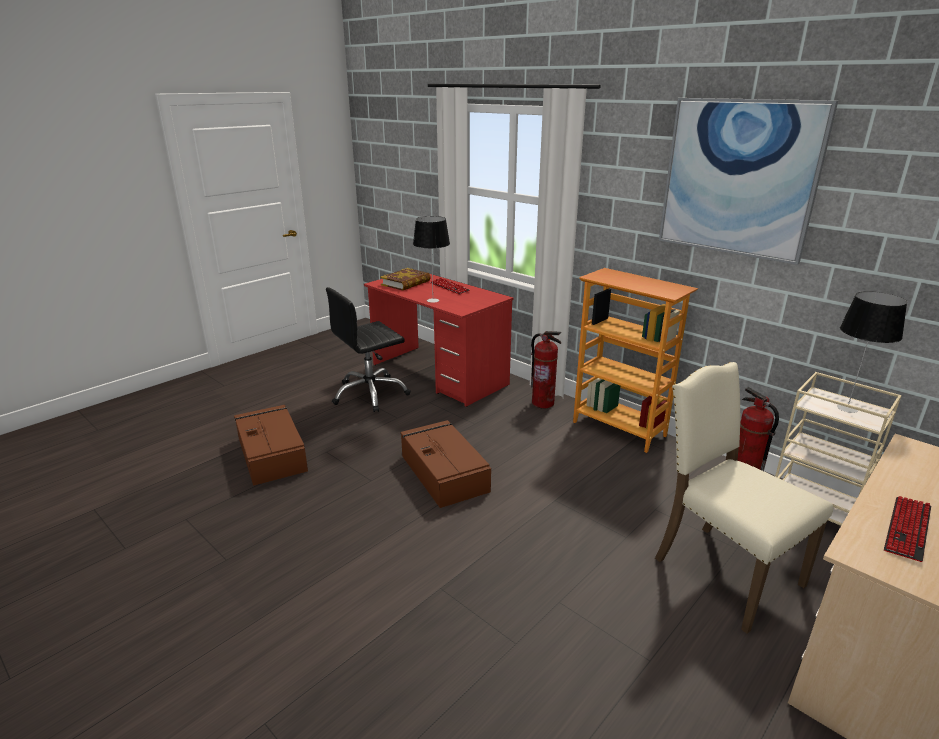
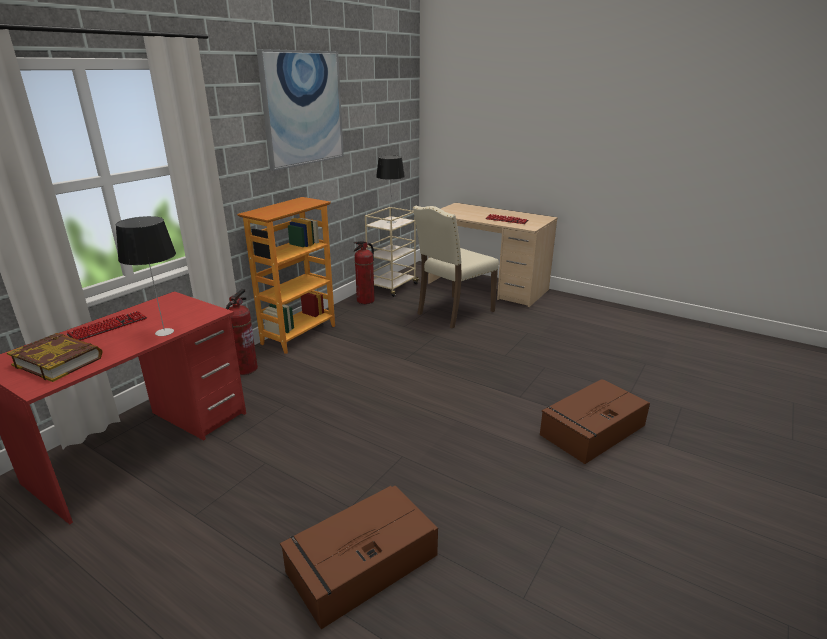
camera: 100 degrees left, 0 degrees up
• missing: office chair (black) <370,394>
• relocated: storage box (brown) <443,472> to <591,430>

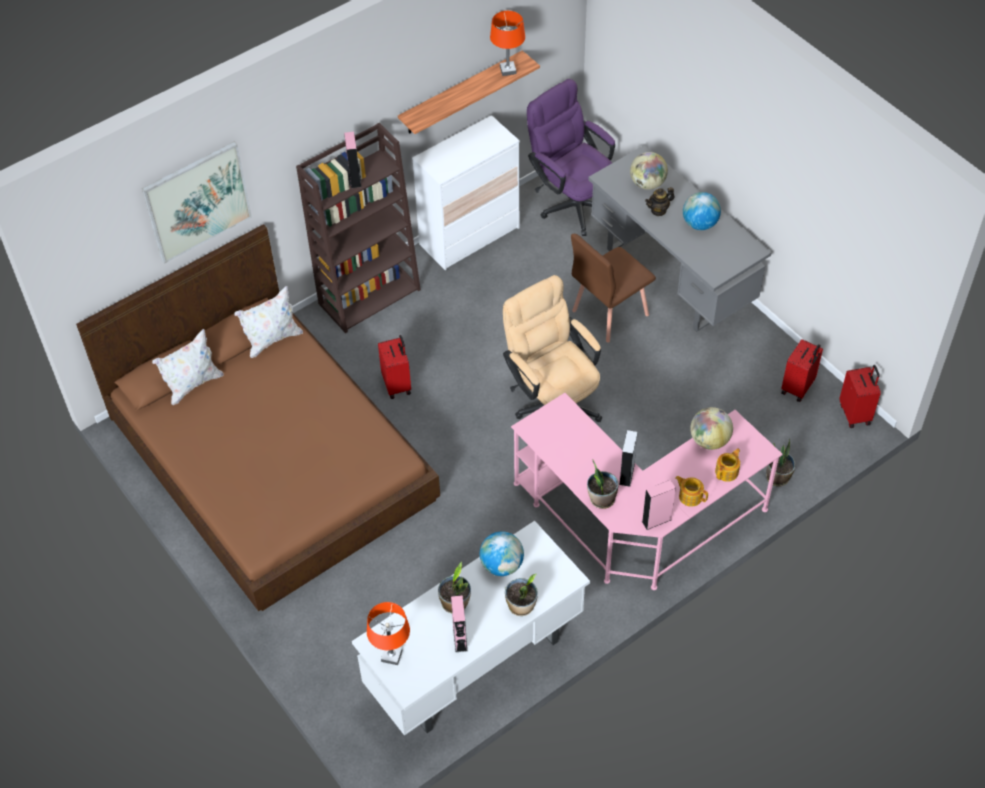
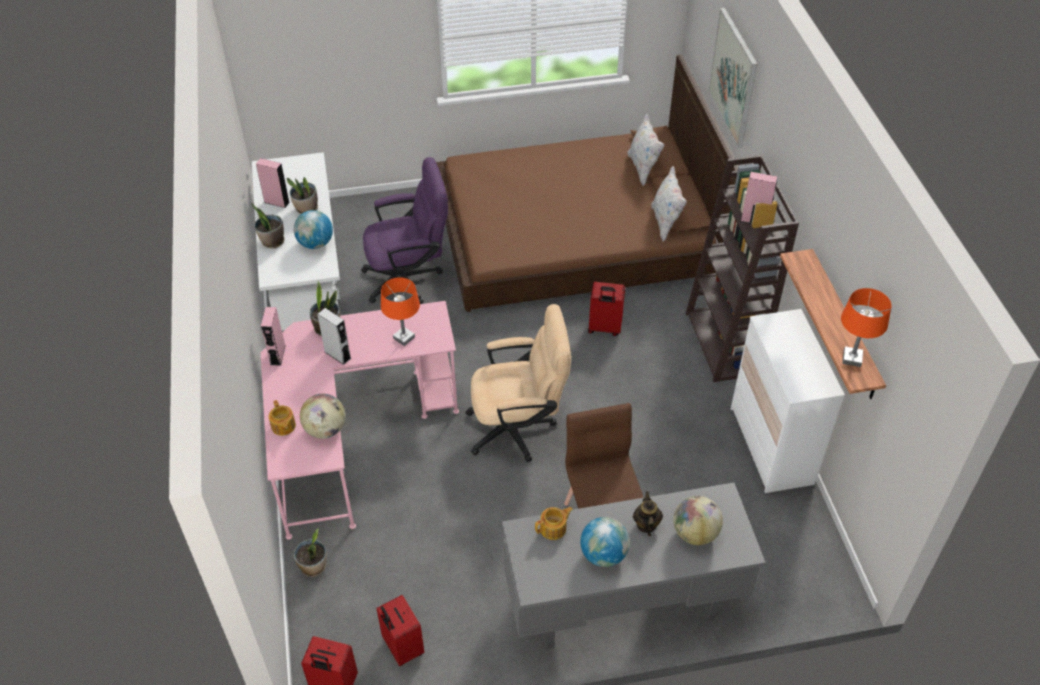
camera: 115 degrees right, 5 degrees down
• relocated: table lamp (orange) <391,655> to <404,338>
• relocated: office chair (purple) <572,201> to <409,279>
• relocated: teapot <690,496> to <553,529>

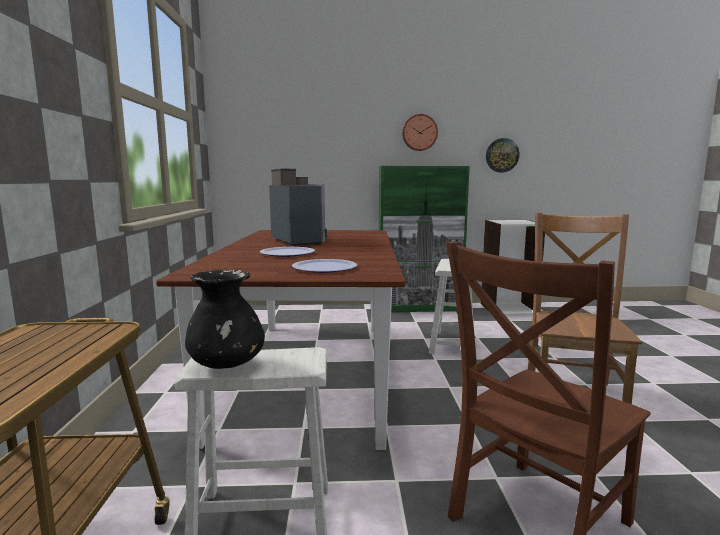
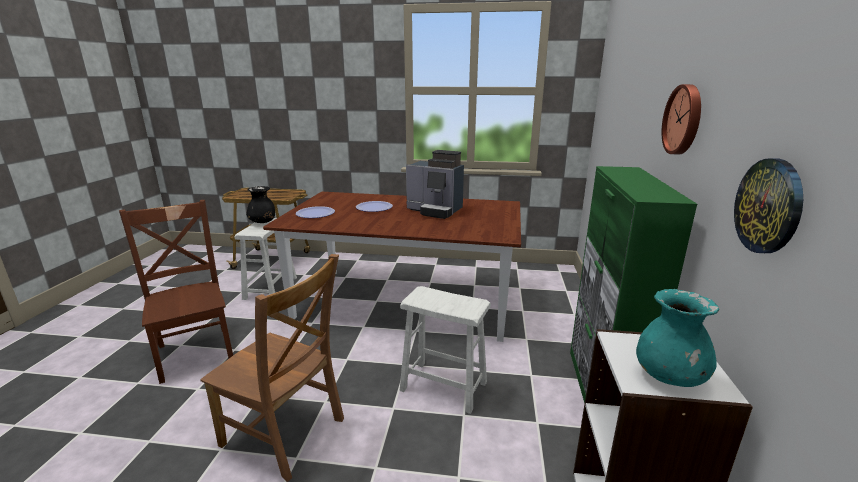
camera: 100 degrees right, 10 degrees up
• spun: coffee machine <300,240> = <435,211> 45 degrees clockwise
• appeared: vase (turquoise) <669,377>

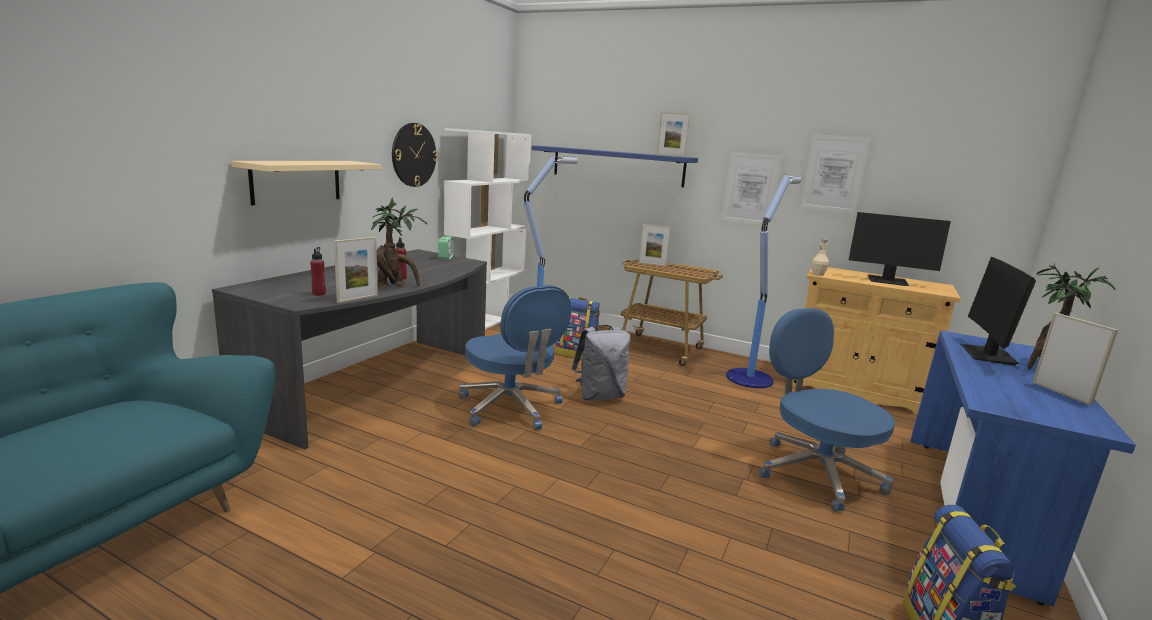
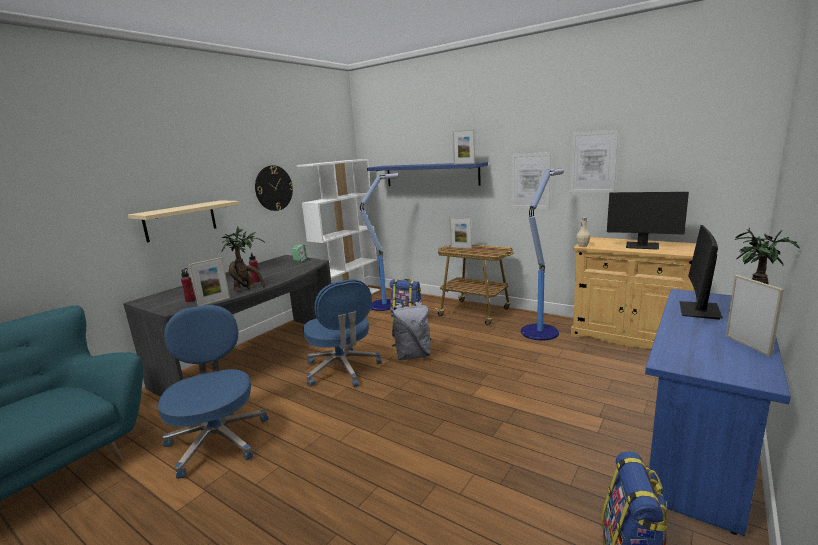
camera: 10 degrees right, 0 degrees up
• relocated: office chair (blue) <815,472> to <218,440>

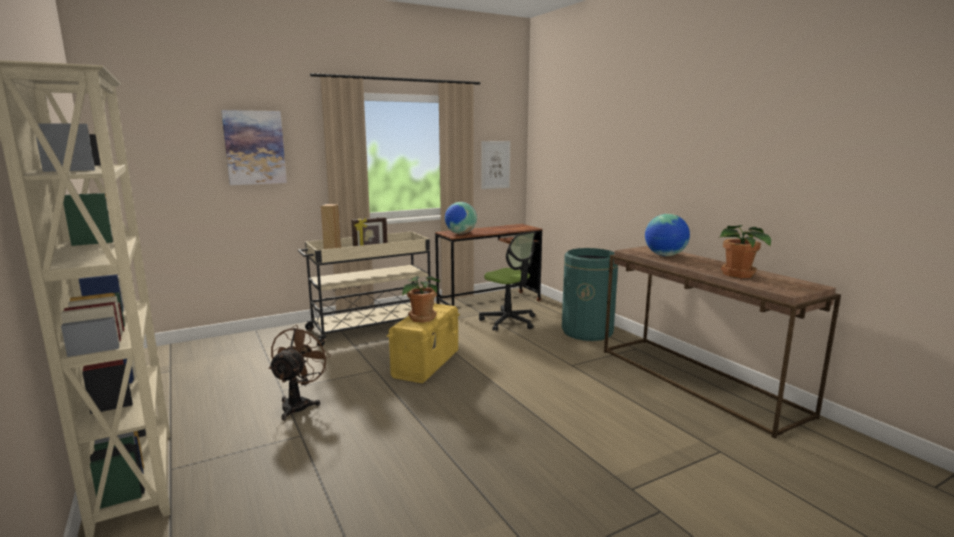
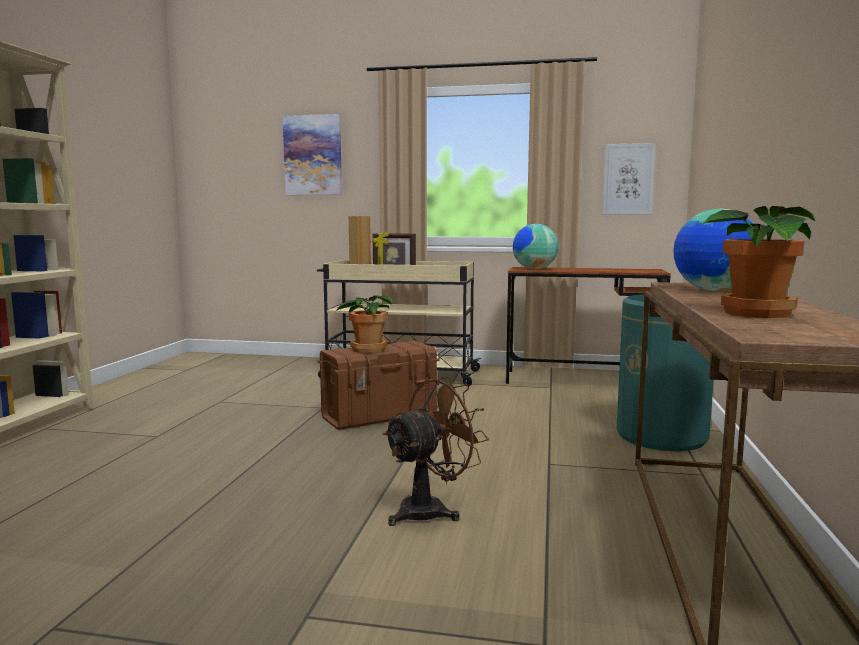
camera: 40 degrees right, 5 degrees down
• relocated: fan (brown) <299,404> to <431,510>
• colour: storage box (yellow) <426,364> to storage box (brown) <380,416>
• missing: office chair <508,321>

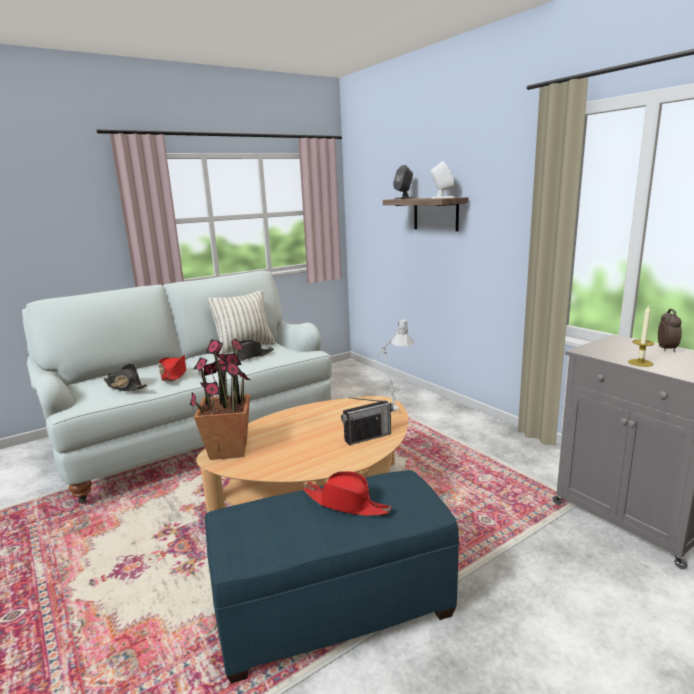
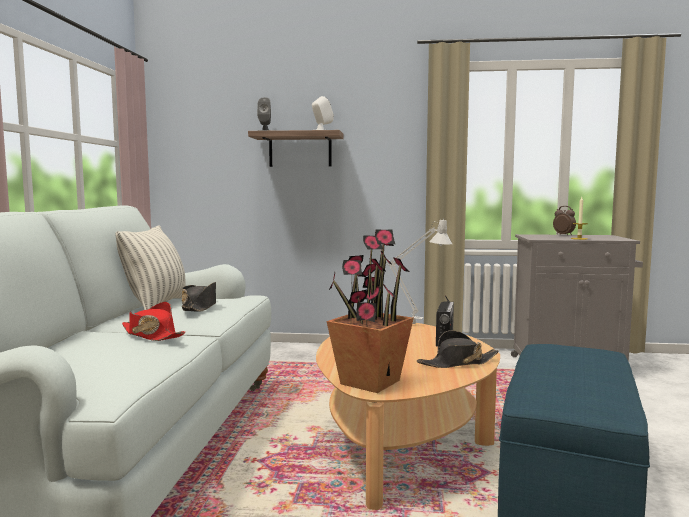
camera: 50 degrees left, 10 degrees down
• relocated: hat (black) <125,386> to <458,363>
• missing: hat (red) <346,504>

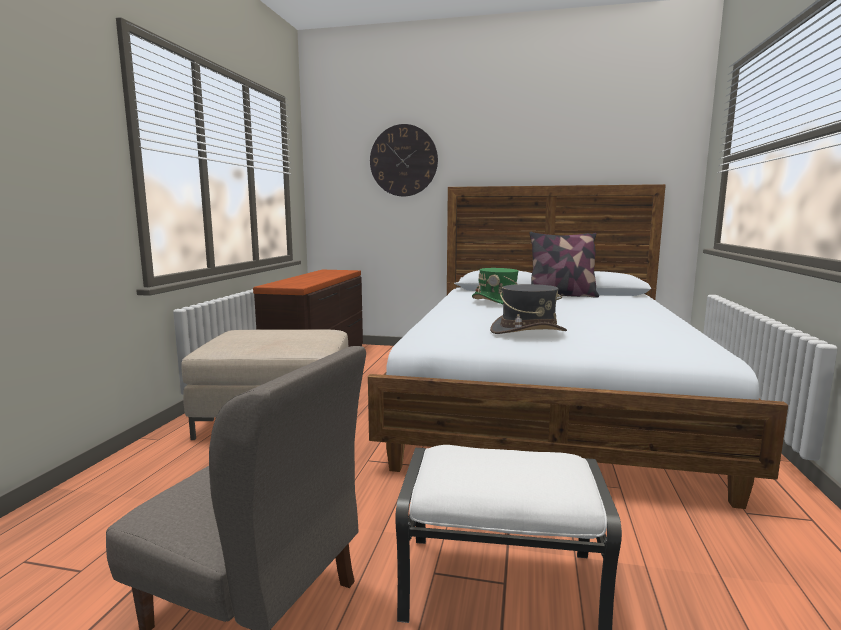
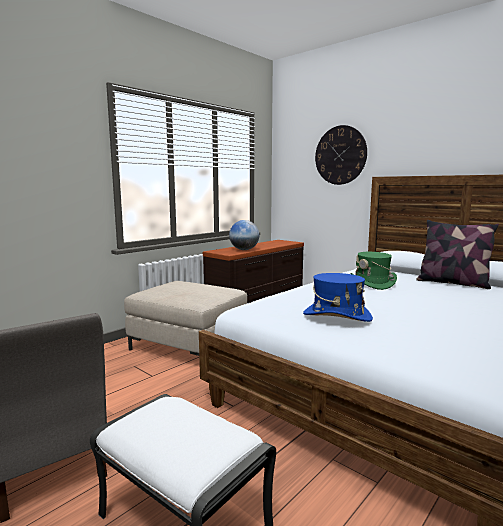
camera: 30 degrees right, 0 degrees up
• colour: hat (grey) <528,331> to hat (blue) <337,316>
• appeared: globe <244,250>

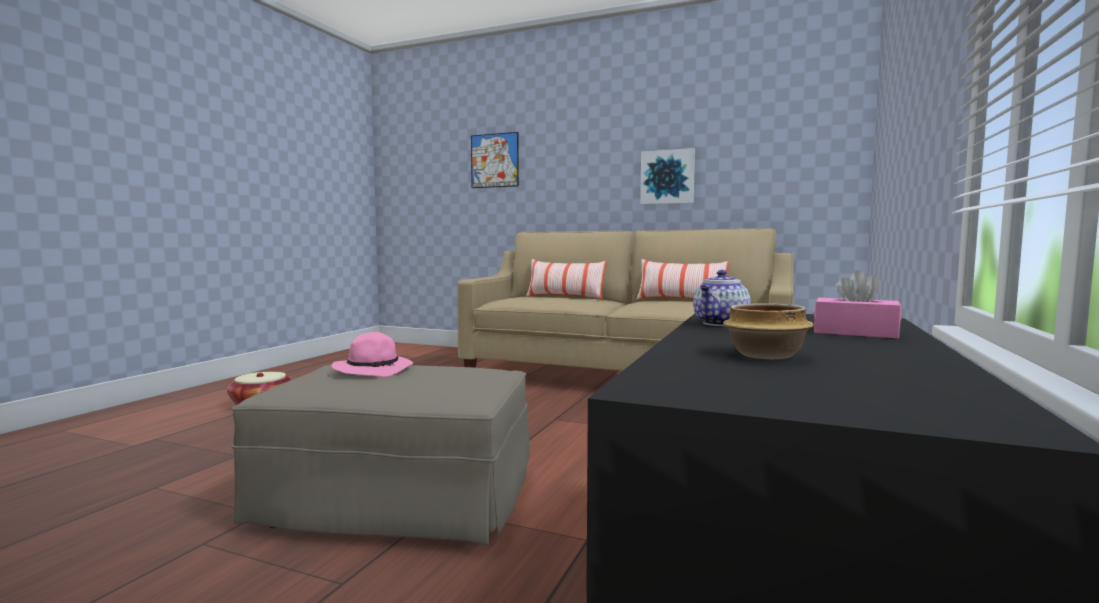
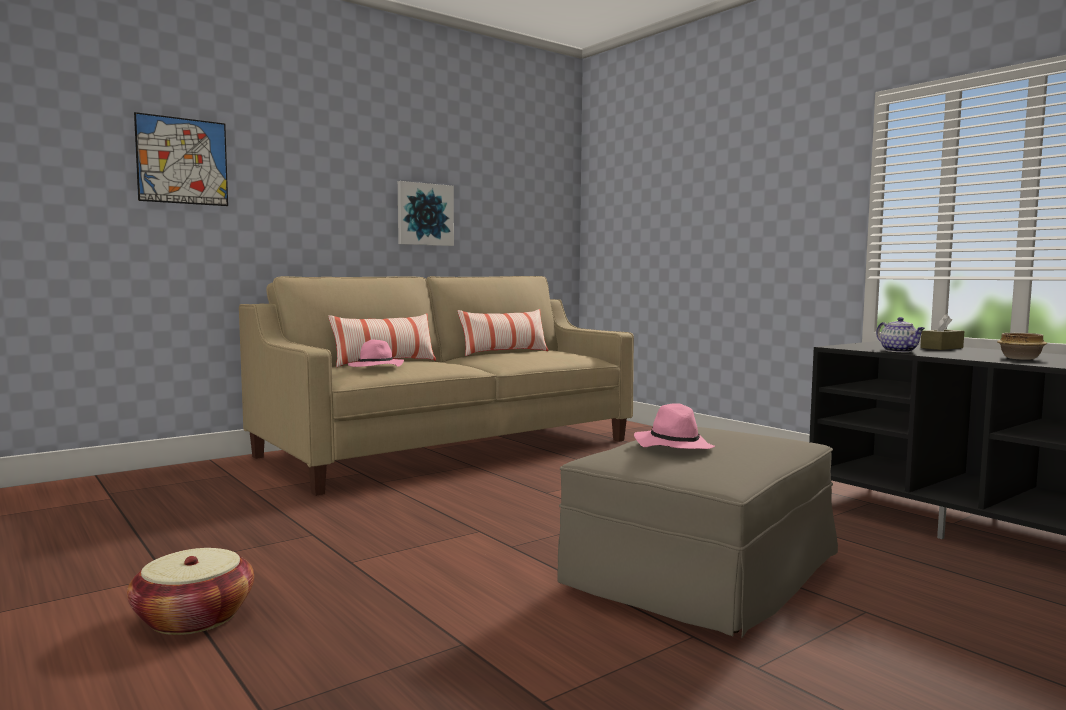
camera: 60 degrees left, 0 degrees up
• colour: tissue box (pink) <855,332> to tissue box (brown) <941,348>
• appeared: hat (pink) <376,367>

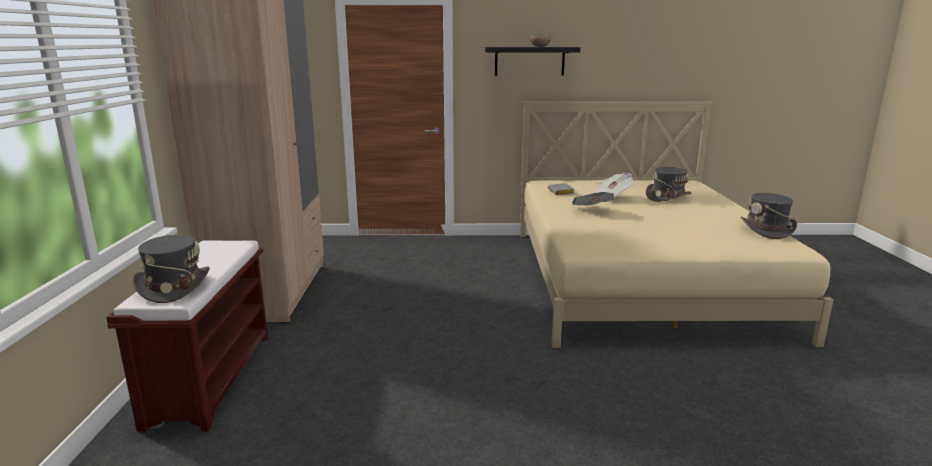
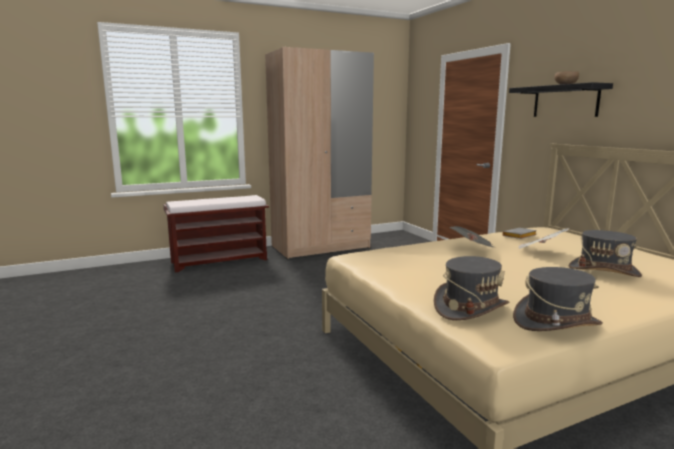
camera: 65 degrees right, 5 degrees down
• relocated: hat (grey) <173,287> to <470,308>

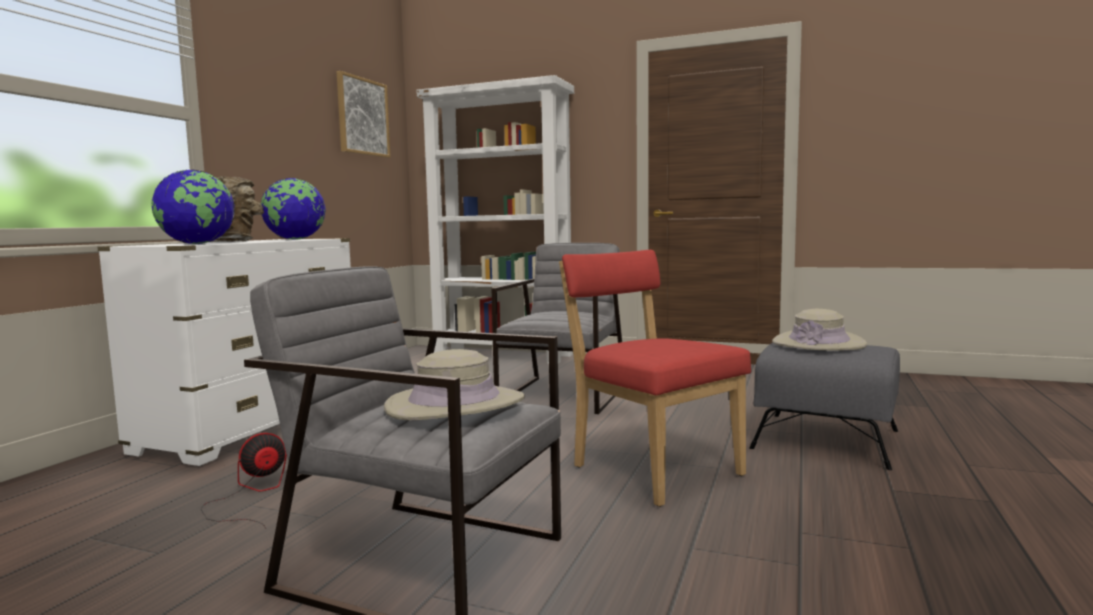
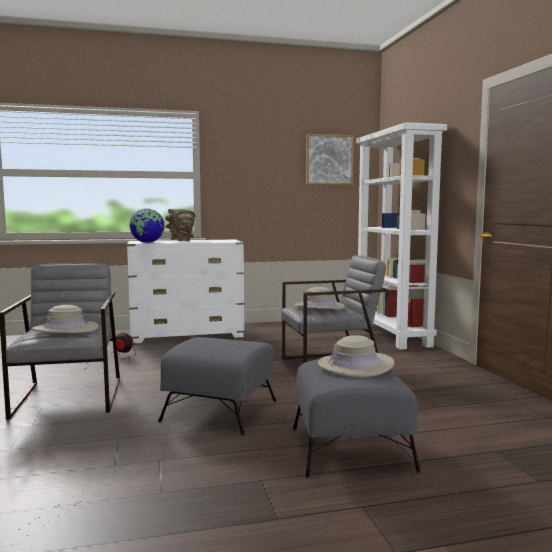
camera: 55 degrees right, 0 degrees up
• missing: globe <295,239>
• exchanged: chair (red) <651,469> to ottoman (grey) <220,411>
• appeared: hat (beige) <319,307>

